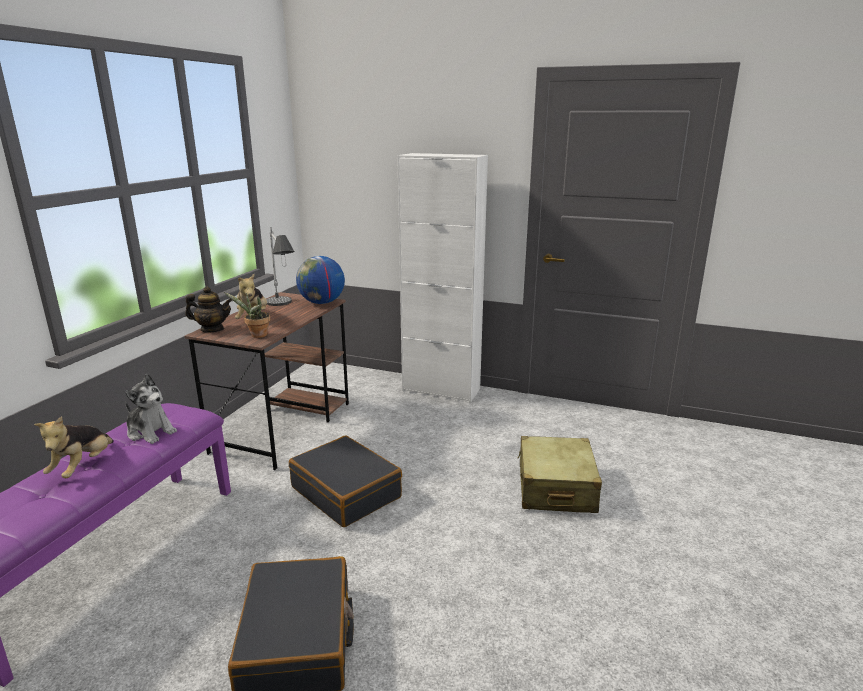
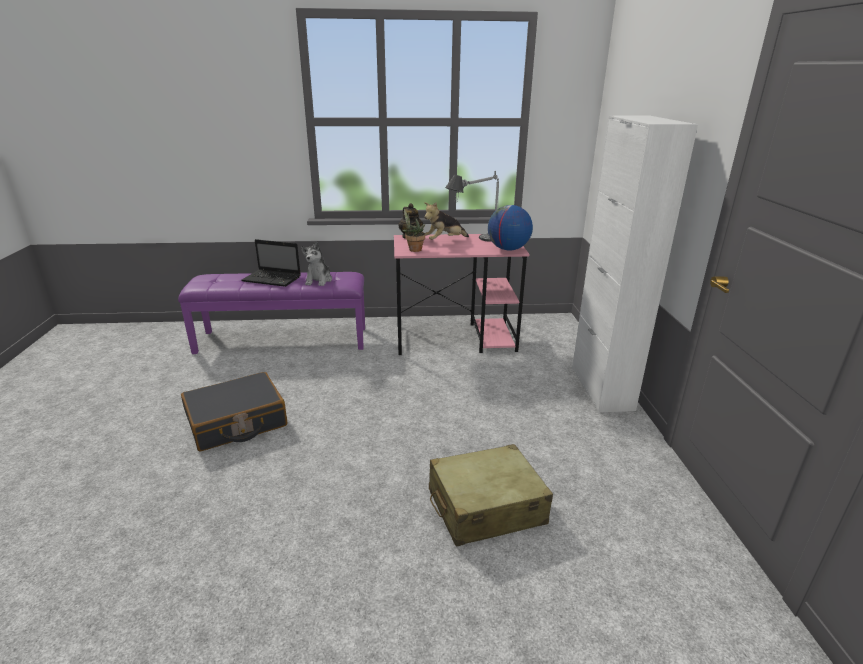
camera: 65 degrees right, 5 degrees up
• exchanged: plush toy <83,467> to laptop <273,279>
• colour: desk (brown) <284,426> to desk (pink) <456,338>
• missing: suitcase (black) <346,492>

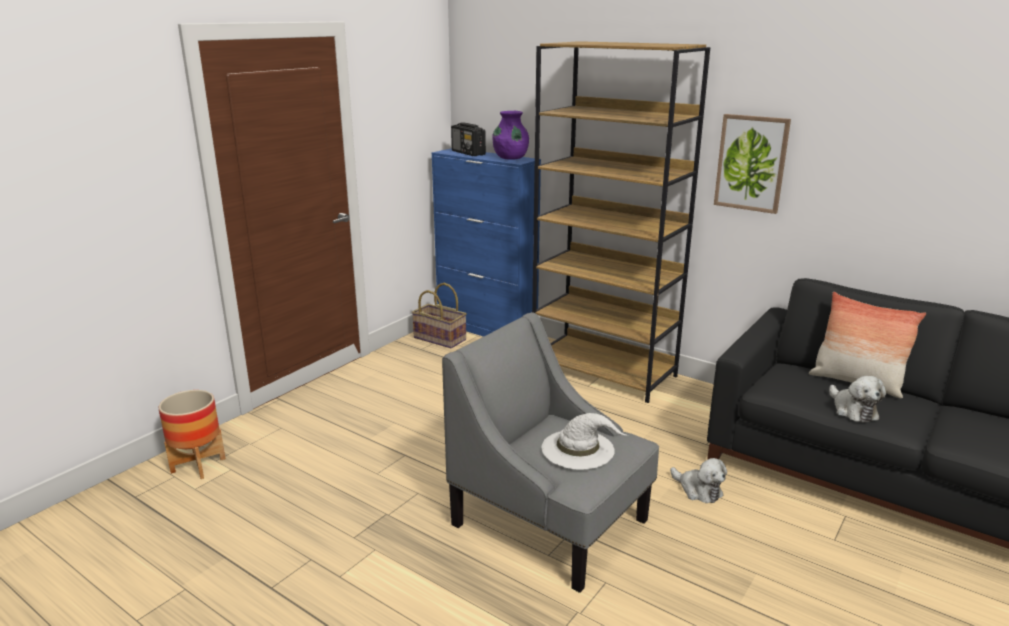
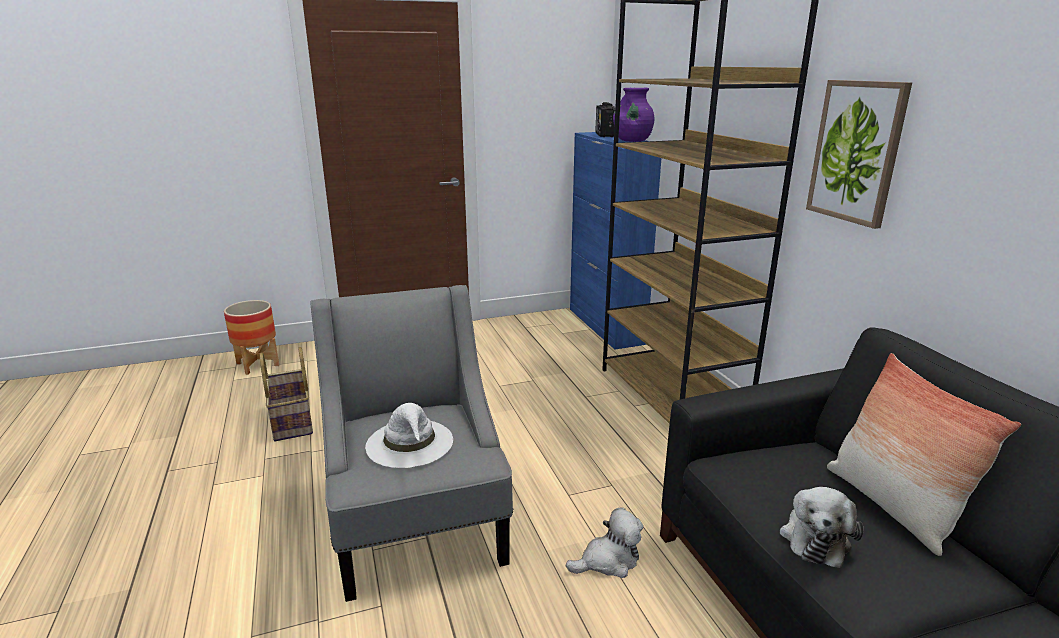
camera: 35 degrees right, 0 degrees up
• relocated: basket <440,338> to <293,421>
• spun: plush toy <698,490> = <608,561> 105 degrees counterclockwise

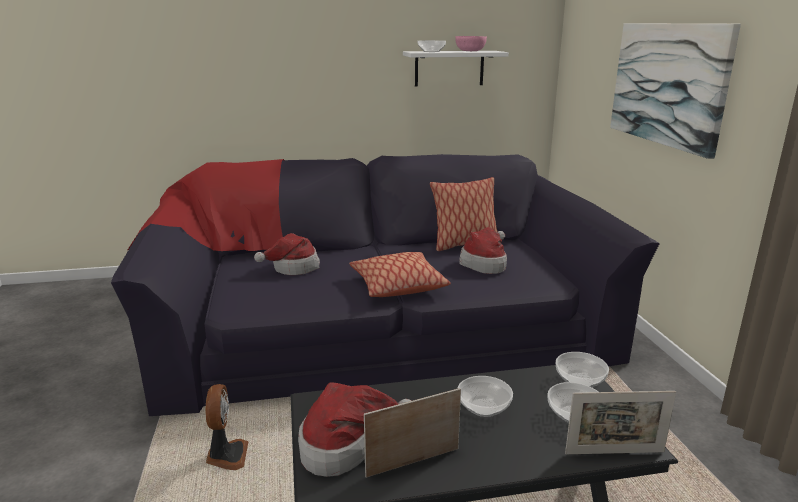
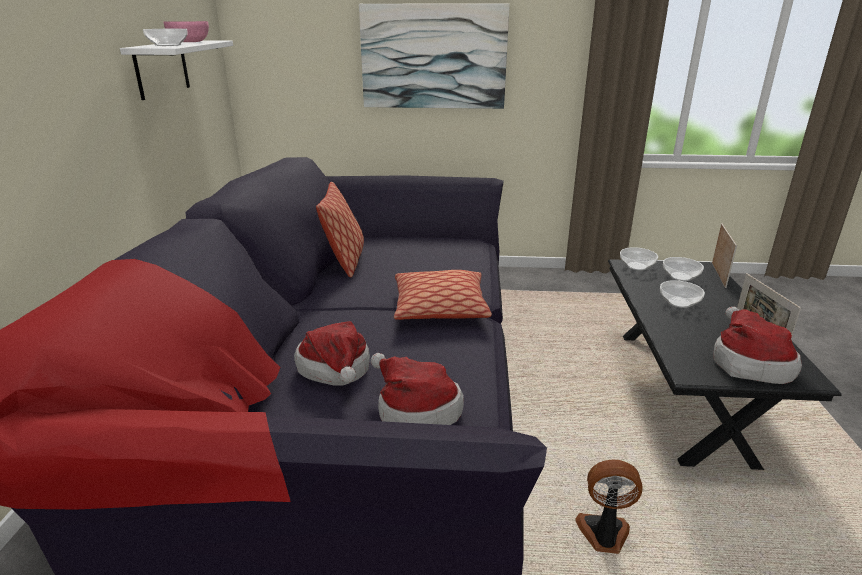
camera: 75 degrees left, 5 degrees up
• relocated: hat <485,263> to <414,411>

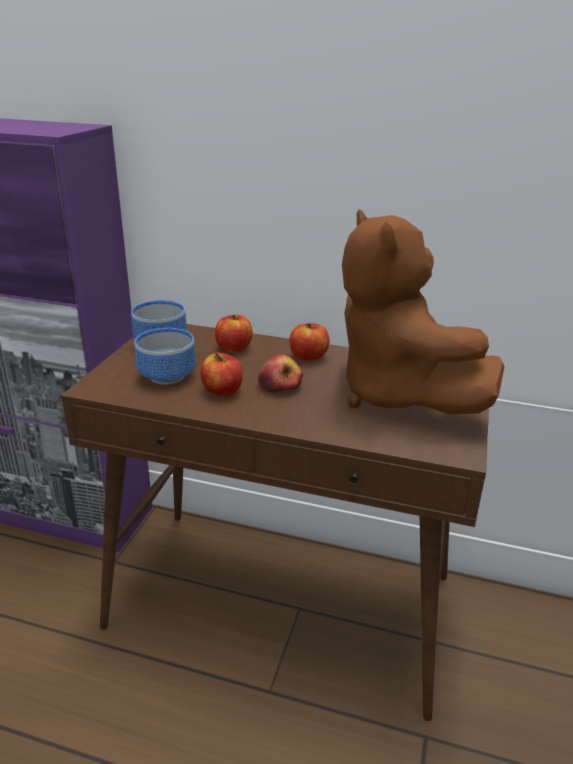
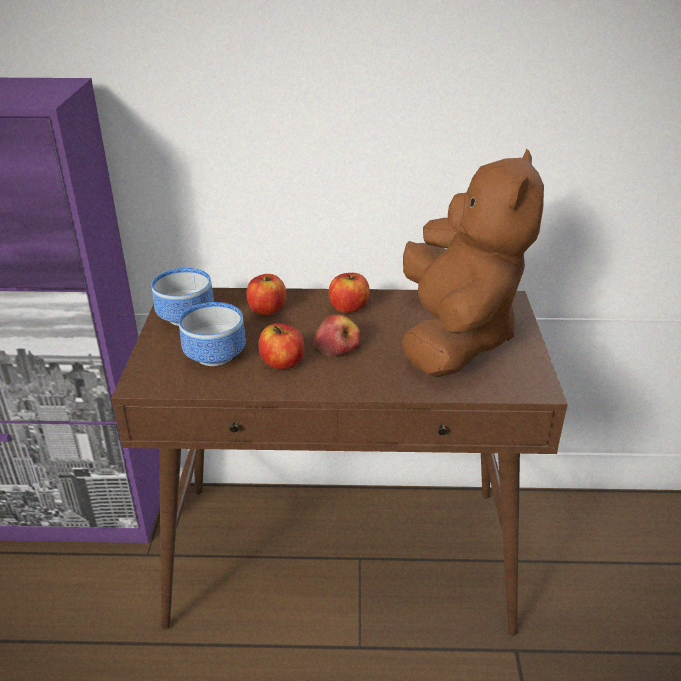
camera: 15 degrees left, 5 degrees up
• spun: plush toy (brown) <397,395> = <454,337> 135 degrees counterclockwise

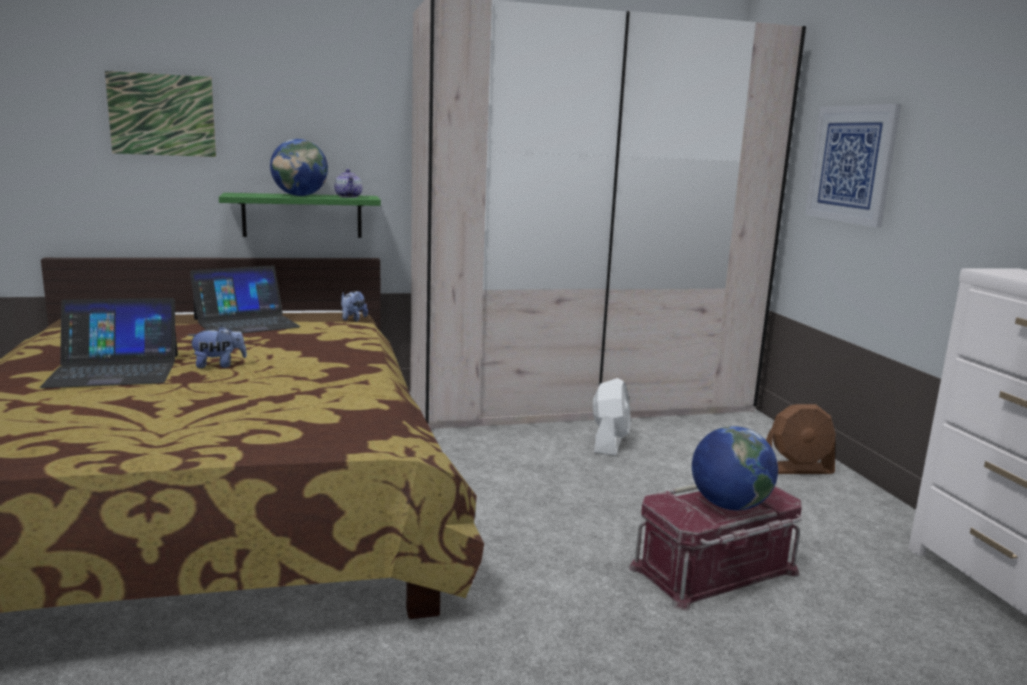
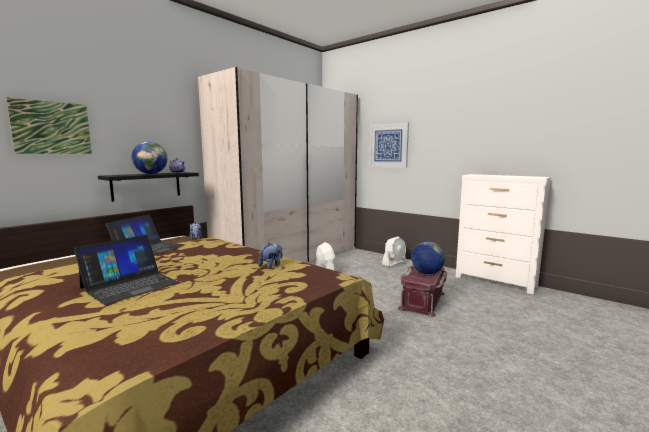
camera: 35 degrees left, 5 degrees down
• relocated: plush toy <219,365> to <271,265>
• colour: shelf (green) <302,215> to shelf (black) <146,186>
• colour: fan (brown) <796,469> to fan (white) <394,263>

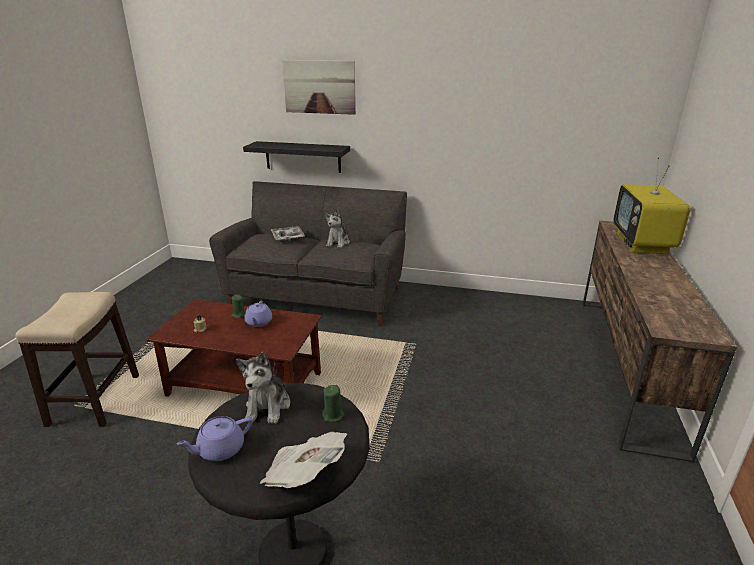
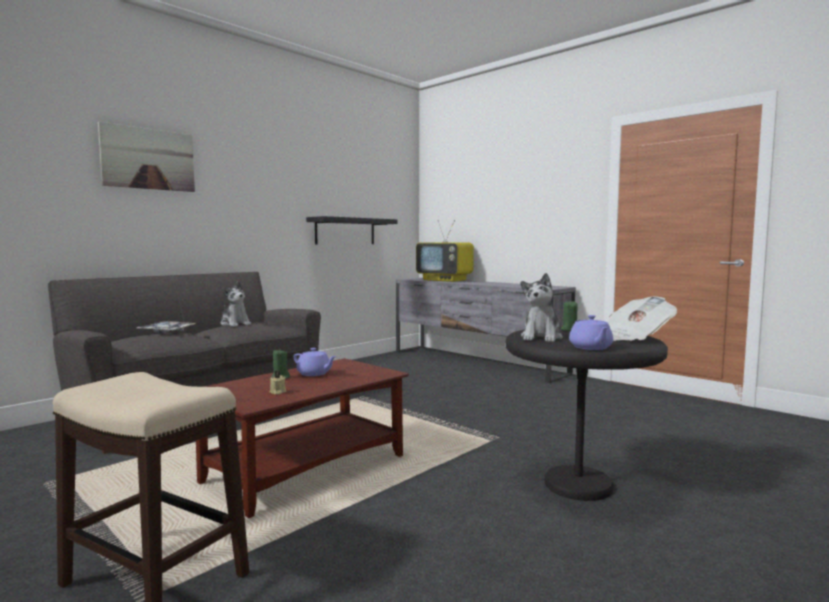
camera: 60 degrees left, 20 degrees down
• spun: plush toy <268,406> = <541,337> 75 degrees clockwise
• relocated: shelf (black) <303,157> to <345,231>
• colour: tv stand (brown) <625,365> to tv stand (grey) <476,362>

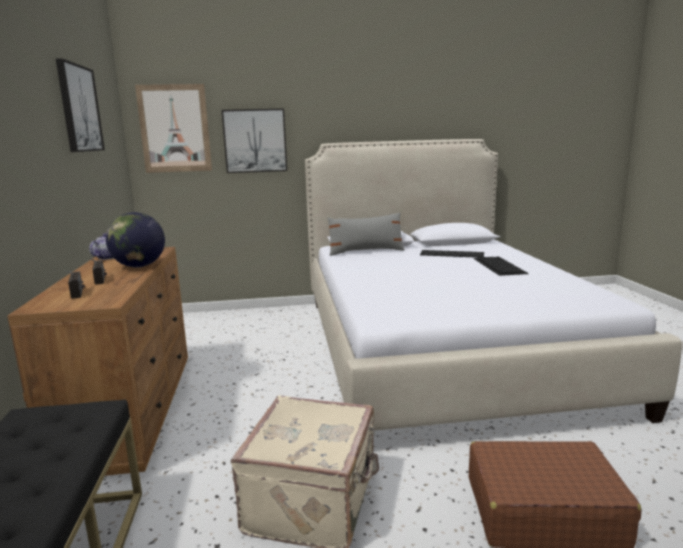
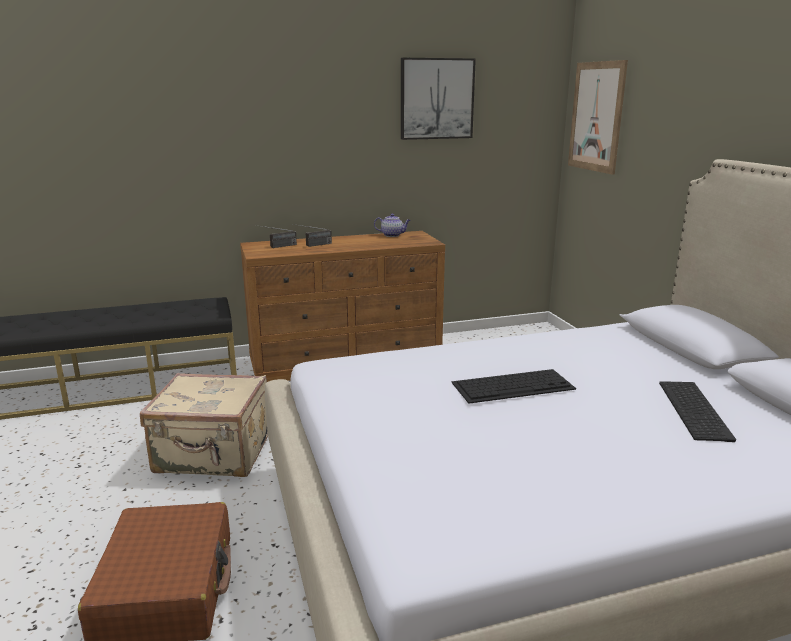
camera: 80 degrees right, 5 degrees up
• missing: globe <139,266>
• missing: picture <255,141>
• missing: pillow (grey) <366,251>
• relocated: keyboard <498,265> to <513,385>

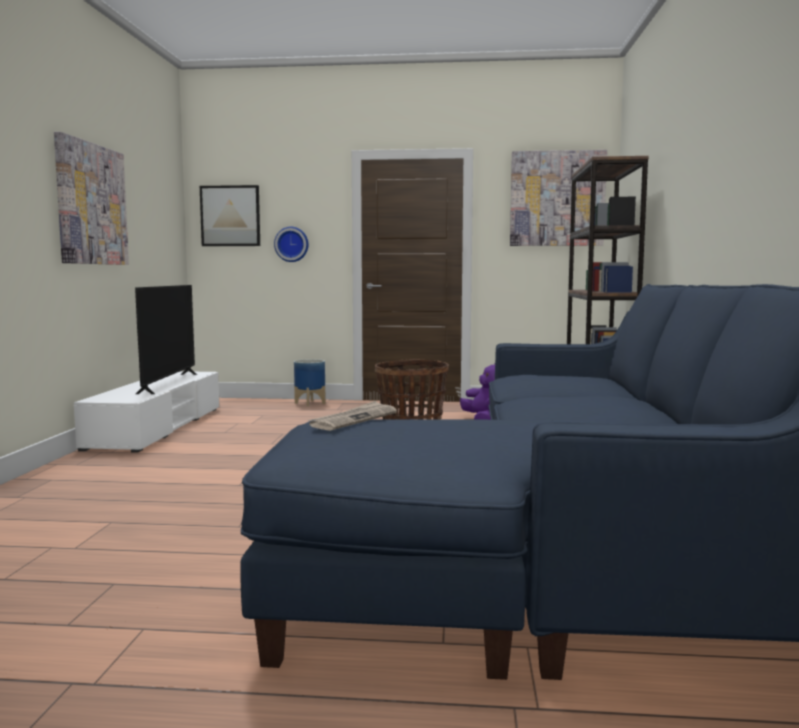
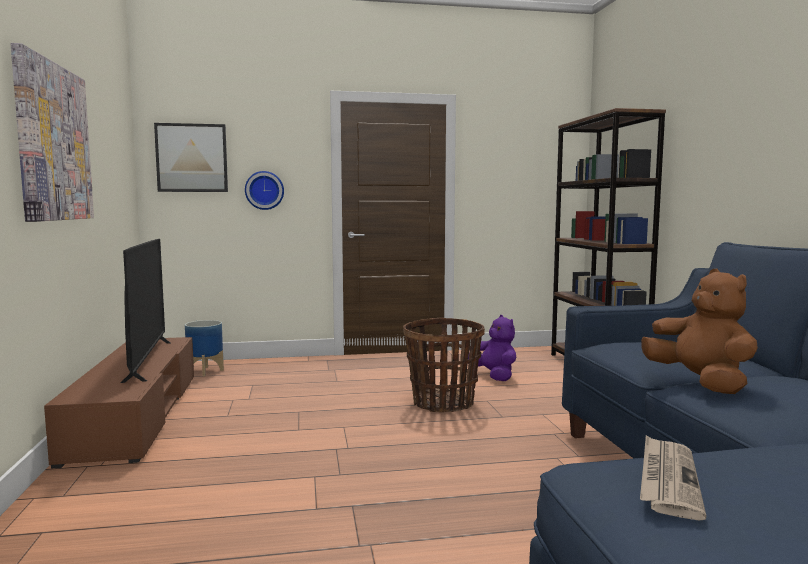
camera: 15 degrees left, 0 degrees up
• colour: tv stand (white) <157,427> to tv stand (brown) <136,415>
• relocated: planter <309,403> to <205,371>
• missing: picture <557,198>
• appeared: plush toy (brown) <700,382>

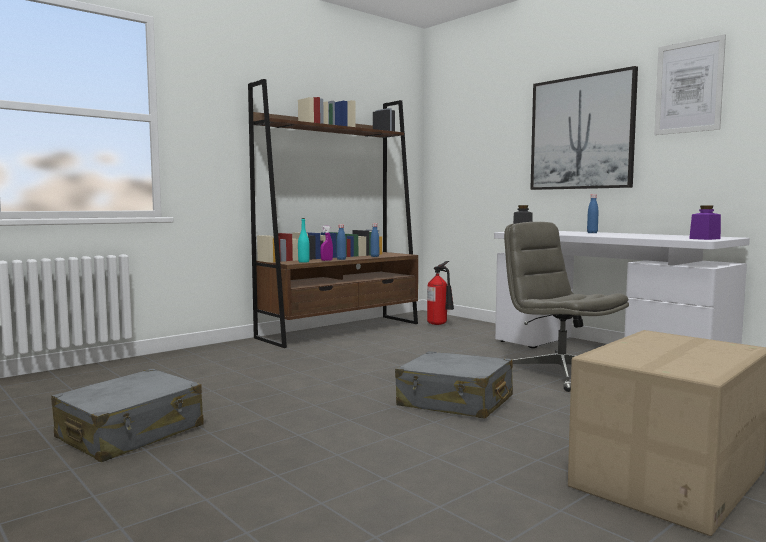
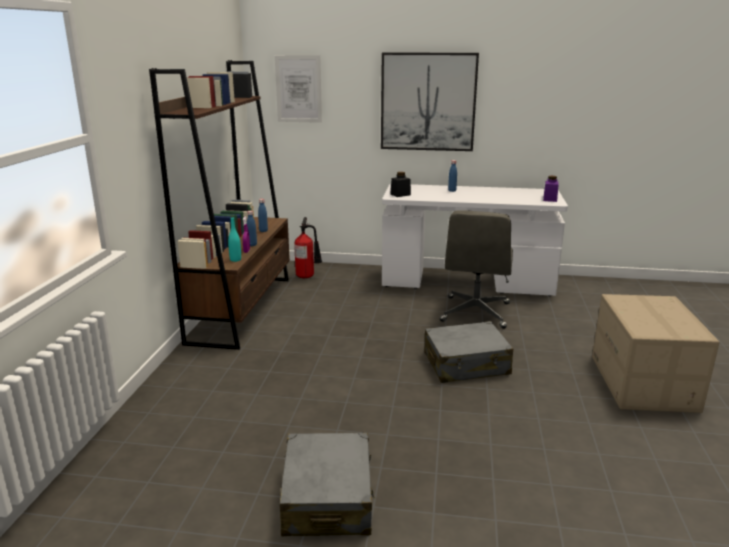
camera: 40 degrees left, 15 degrees up
• spun: office chair (grey) <559,374> = <475,313> 90 degrees counterclockwise
• relocated: picture <688,87> to <298,89>

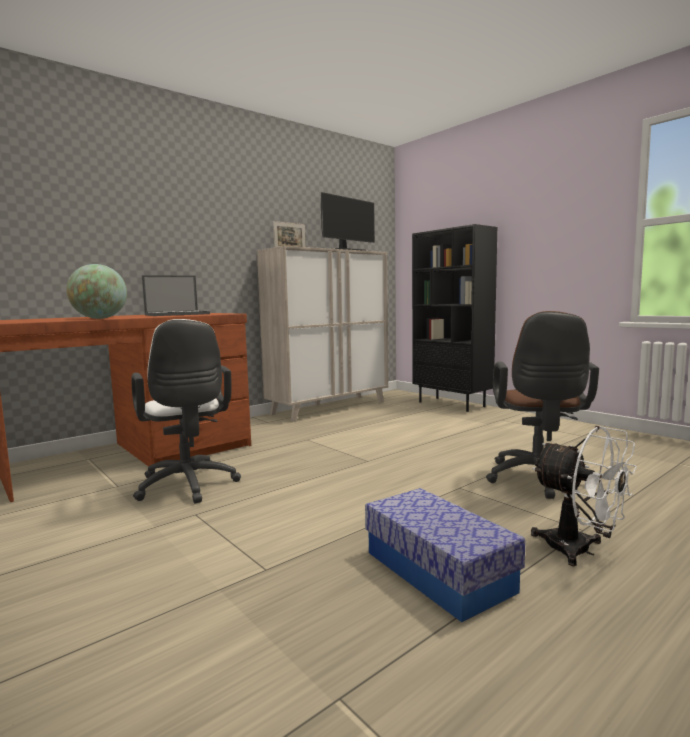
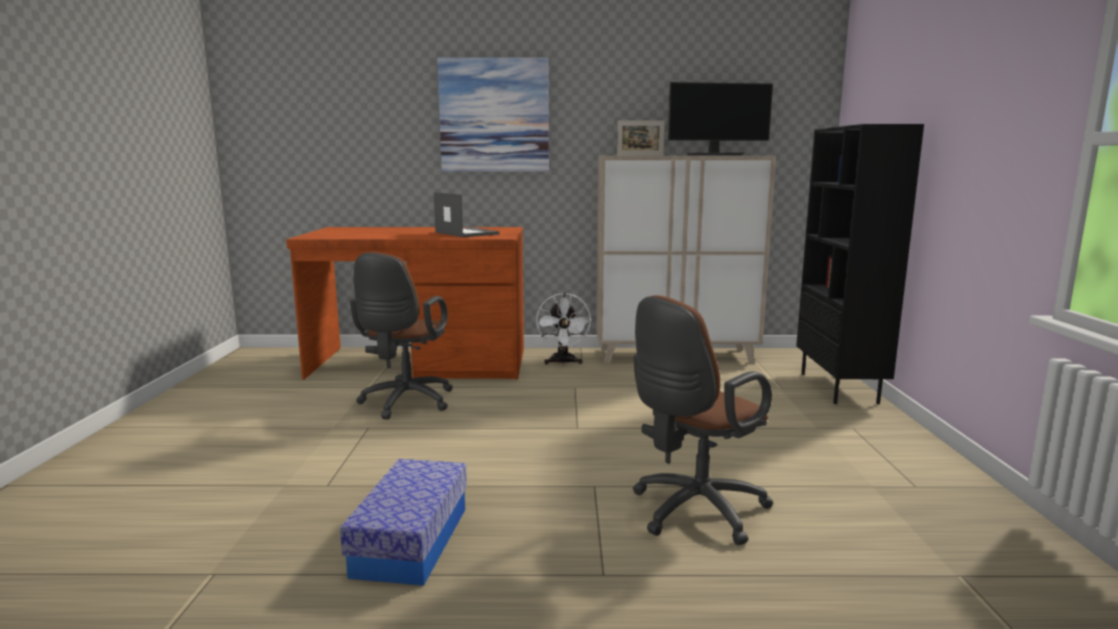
camera: 40 degrees right, 5 degrees up
• missing: globe <99,318>
• colour: office chair (white) <188,487> to office chair (brown) <404,403>
• spun: laptop <177,314> = <466,233> 135 degrees counterclockwise
• relocated: fan (white) <580,551> to <563,362>
• appeared: picture <494,116>

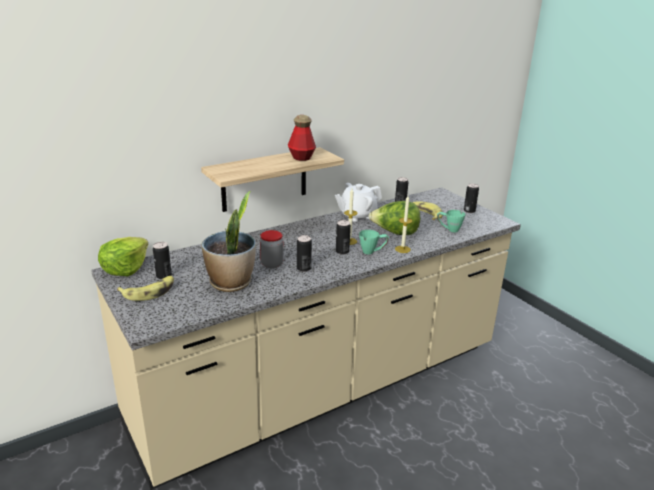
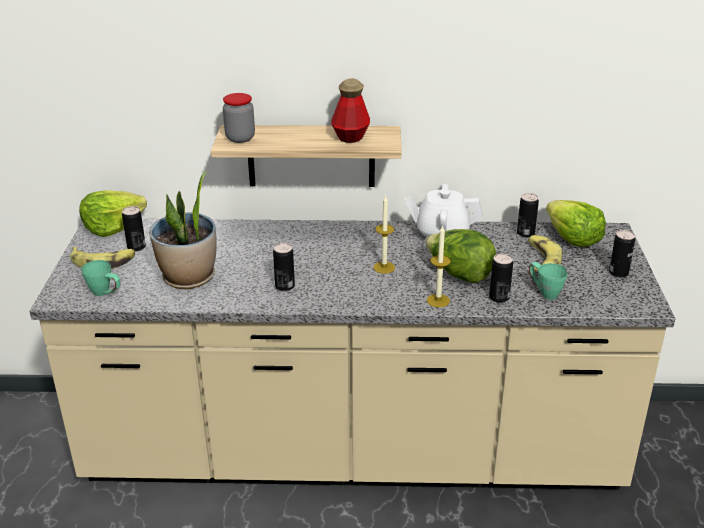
camera: 35 degrees right, 5 degrees up
• relocated: jar <272,264> to <240,138>
• relocated: can <342,251> to <499,297>
• relocated: mug (green) <372,252> to <105,294>
• appeared: lettuce <572,238>

